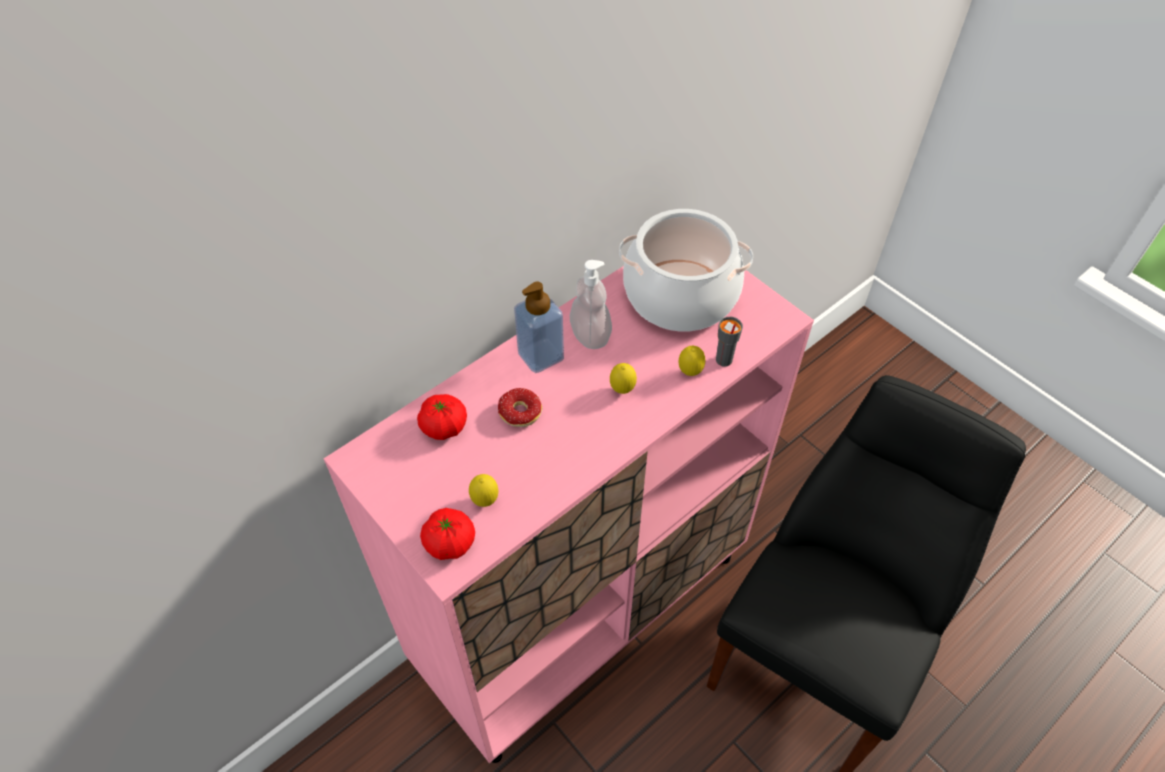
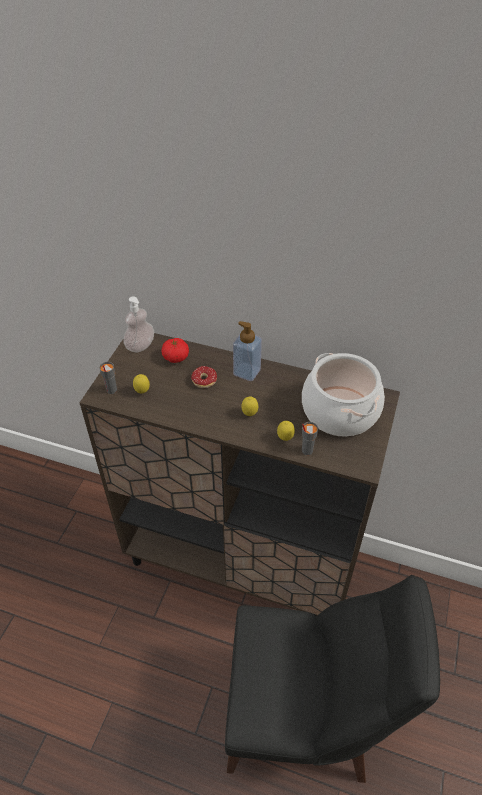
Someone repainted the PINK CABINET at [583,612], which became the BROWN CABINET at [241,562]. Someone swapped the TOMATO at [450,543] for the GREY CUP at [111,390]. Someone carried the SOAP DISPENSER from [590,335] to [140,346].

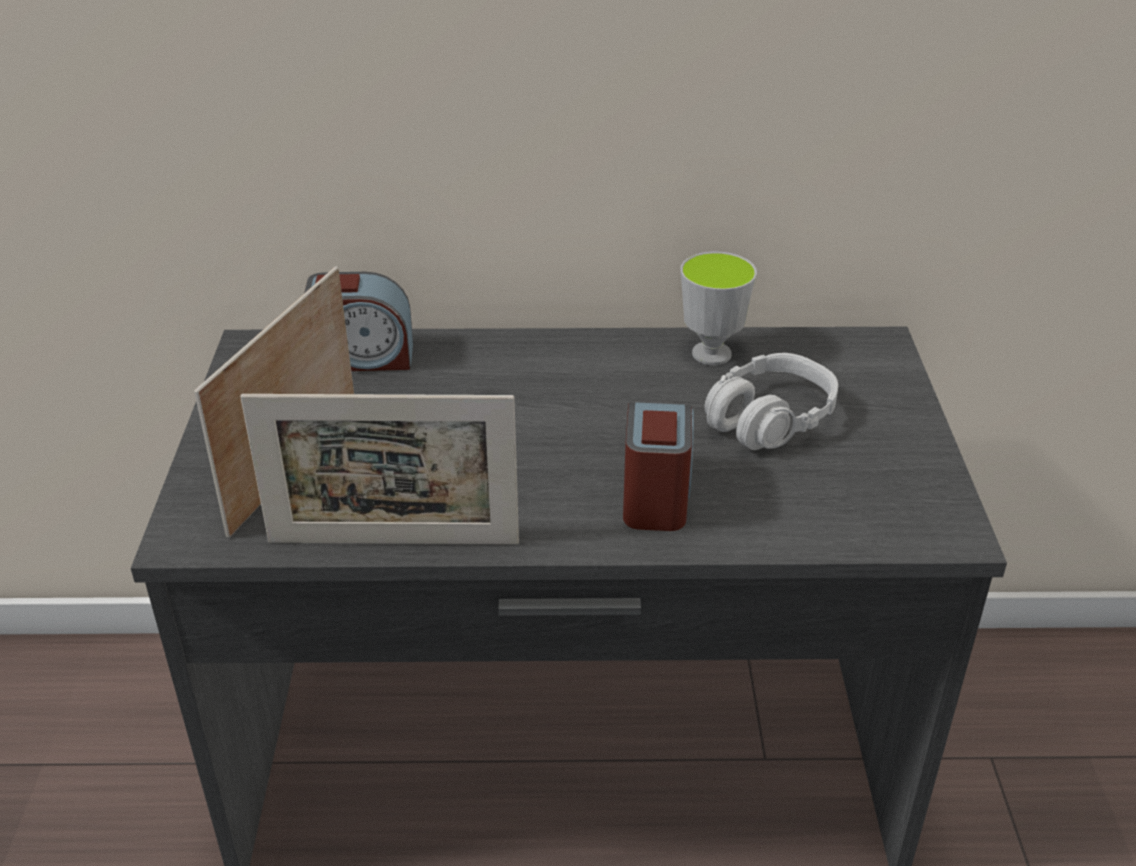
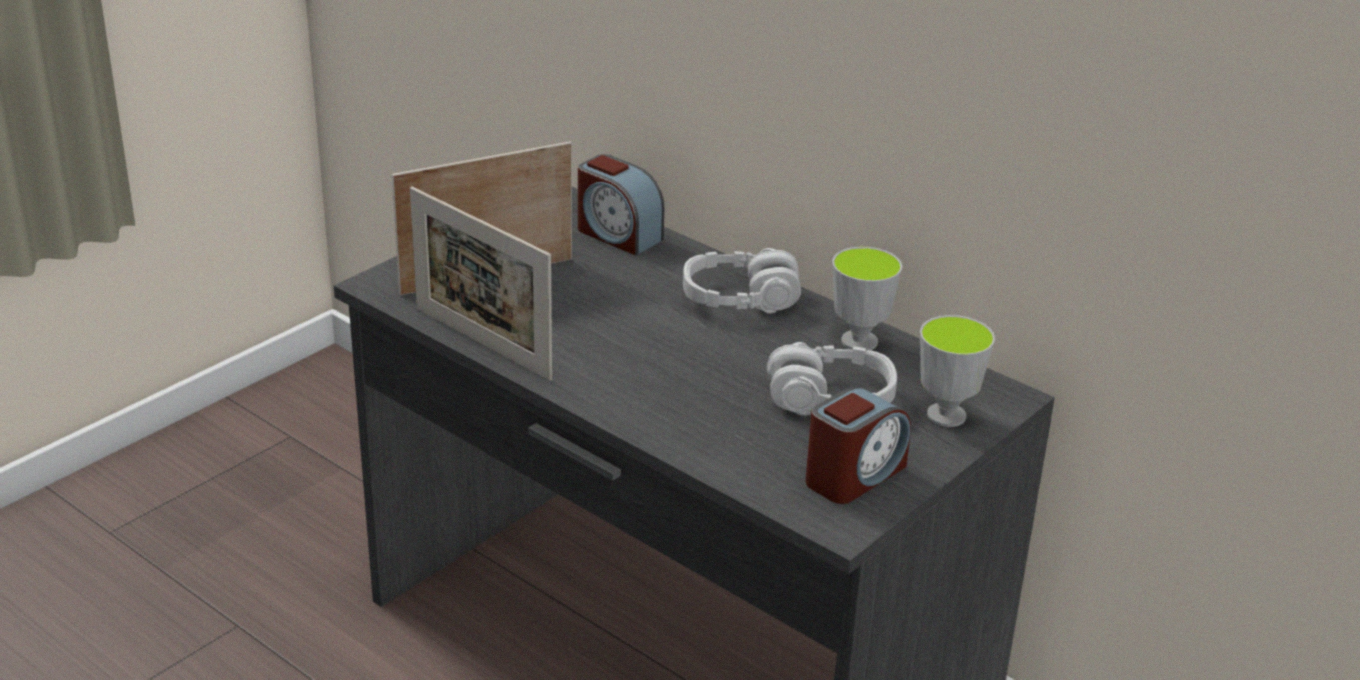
Someone carried the ALARM CLOCK from [656,494] to [854,475]. Someone put down the GREY HEADPHONES at [740,299]. Someone put down the CUP at [946,415].

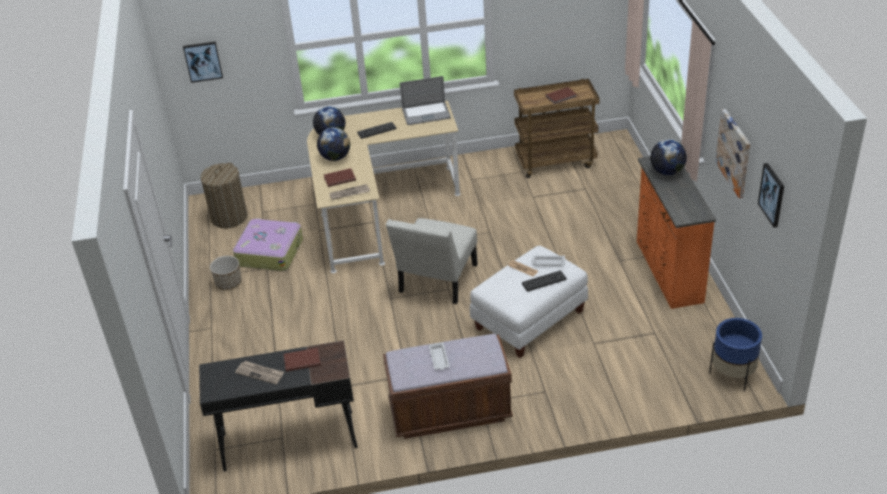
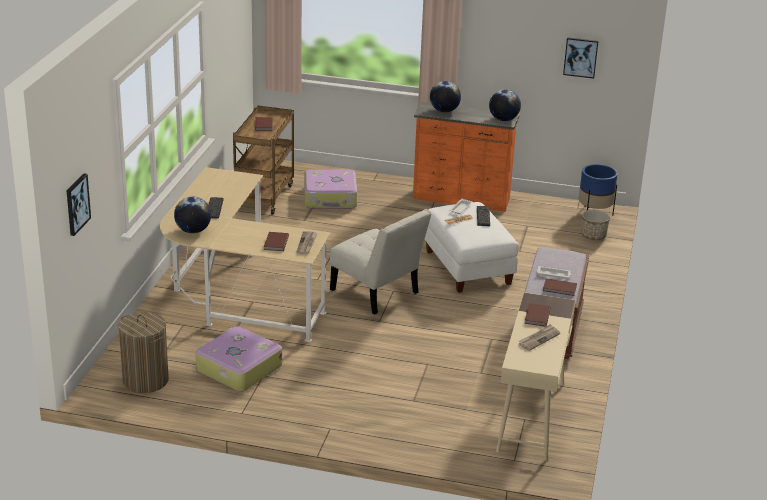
Someone repainted the BLACK DESK at [288,441], which became the BEIGE DESK at [531,417]. Someone carried the PLANTER from [228,283] to [593,236]. Someone carried the GLOBE from [335,157] to [503,119]. Someone took away the LAPTOP at [426,113]. Someone took away the PICTURE at [734,152]. Someone put down the SUITCASE at [330,198]. Someone put down the BROWN BOOK at [560,289].

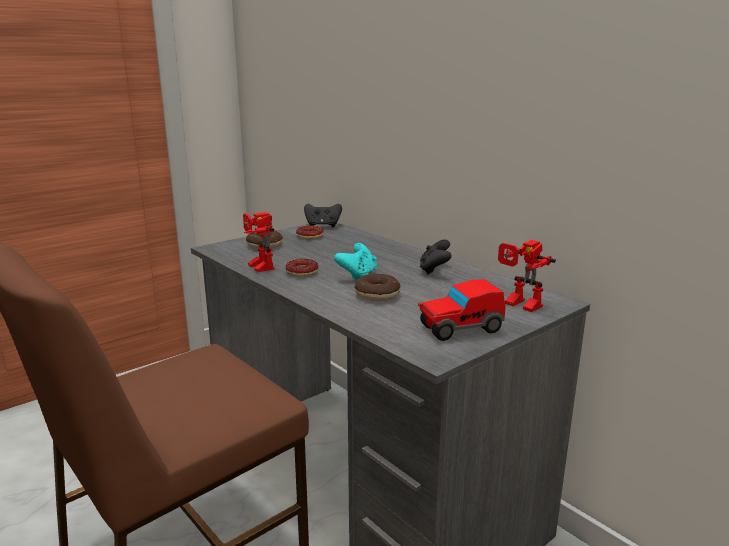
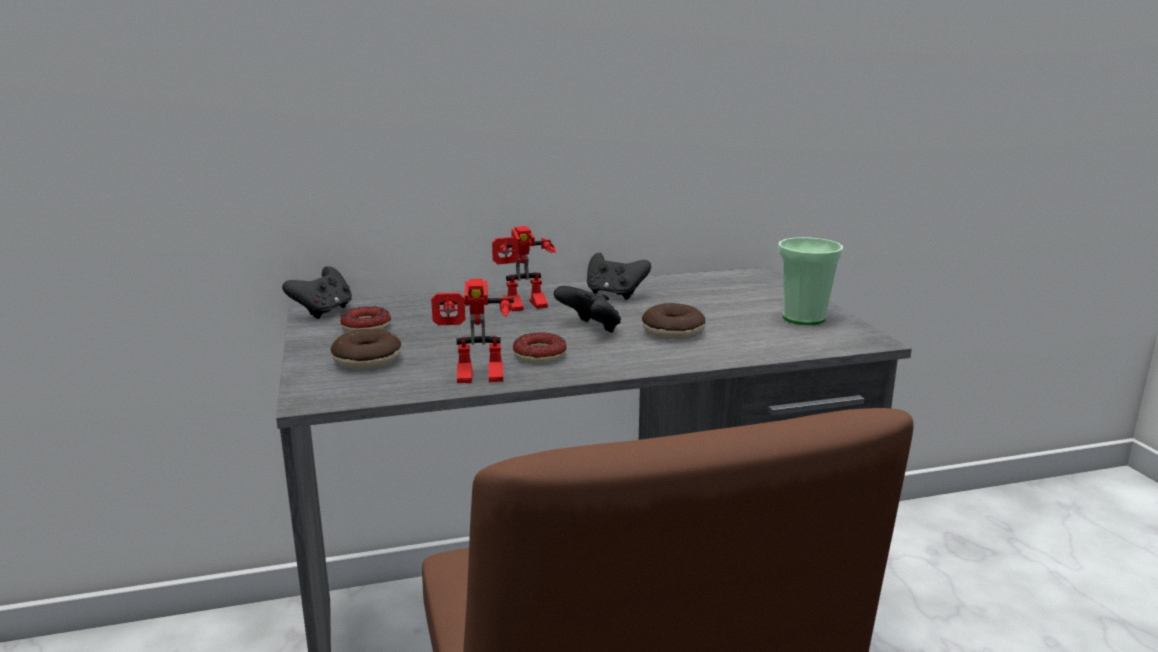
Someone repainted the TURQUOISE GAME CONTROLLER at [358,275], which became the BLACK GAME CONTROLLER at [590,329]. Someone swapped the TOY CAR at [460,329] for the CUP at [803,318]. Someone carried the TOY ROBOT from [519,305] to [525,307].

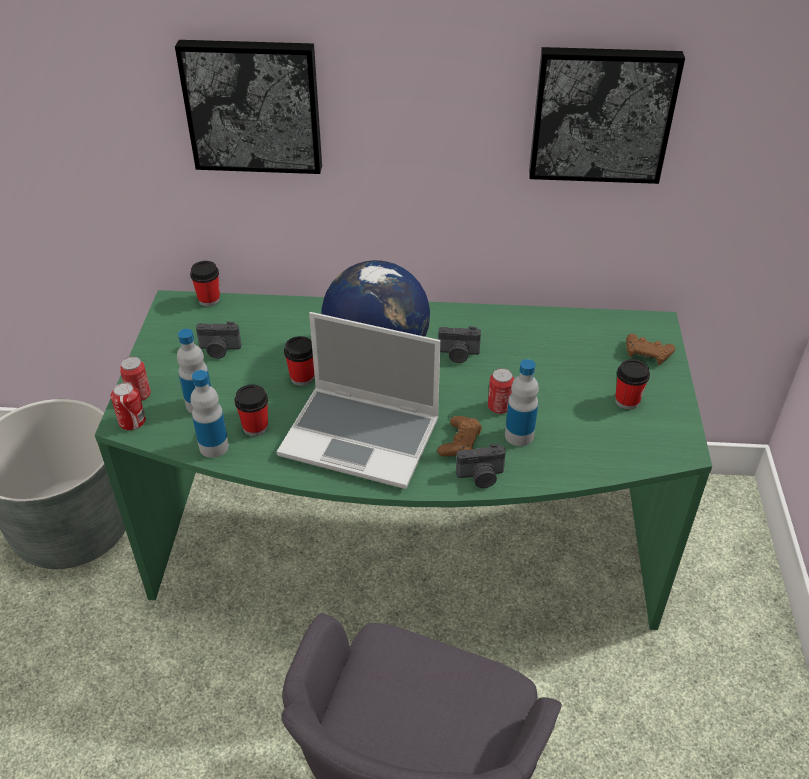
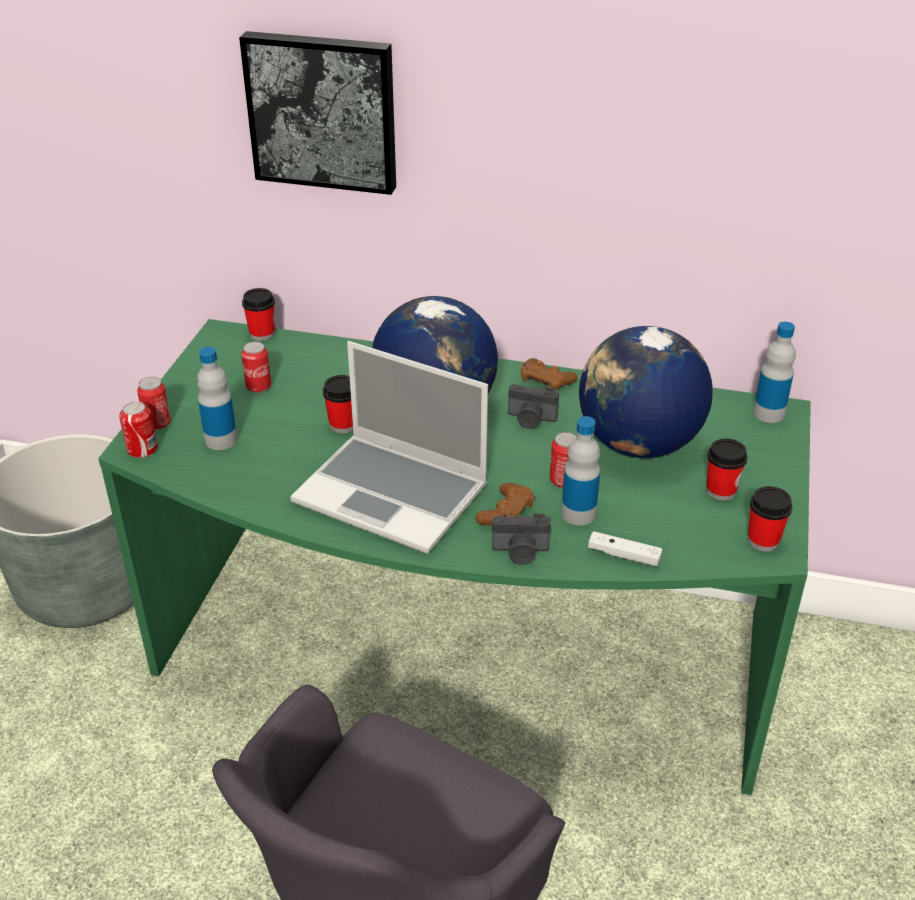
Someone carried the BOTTLE from [214,447] to [768,413]. Someone swapped the PHOTO CAMERA at [219,350] for the CAN at [258,387]. Someone carried the CUP from [255,427] to [763,541]. Someone took away the PICTURE at [601,114]. Someone carried the BROWN GAME CONTROLLER from [647,353] to [546,380]. Someone put down the GLOBE at [638,444]. Someone put down the WHITE GAME CONTROLLER at [624,555].

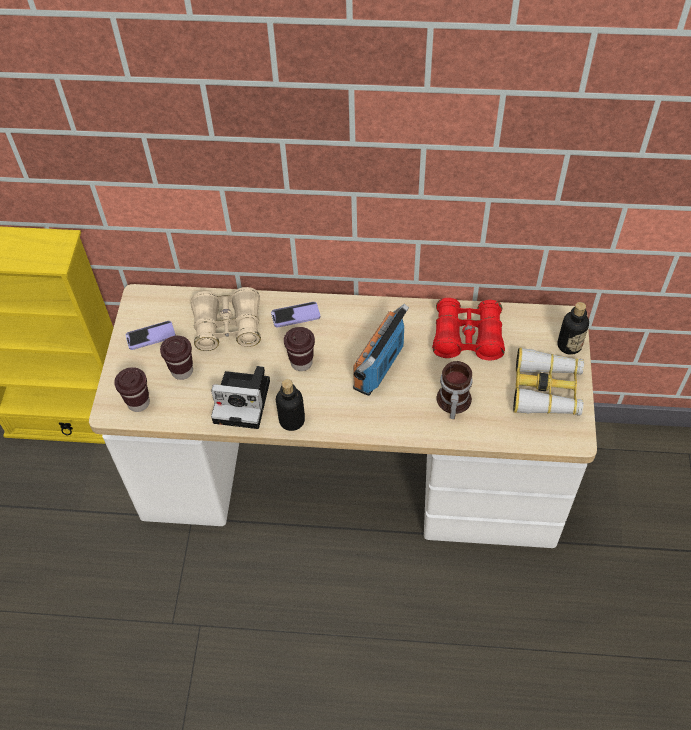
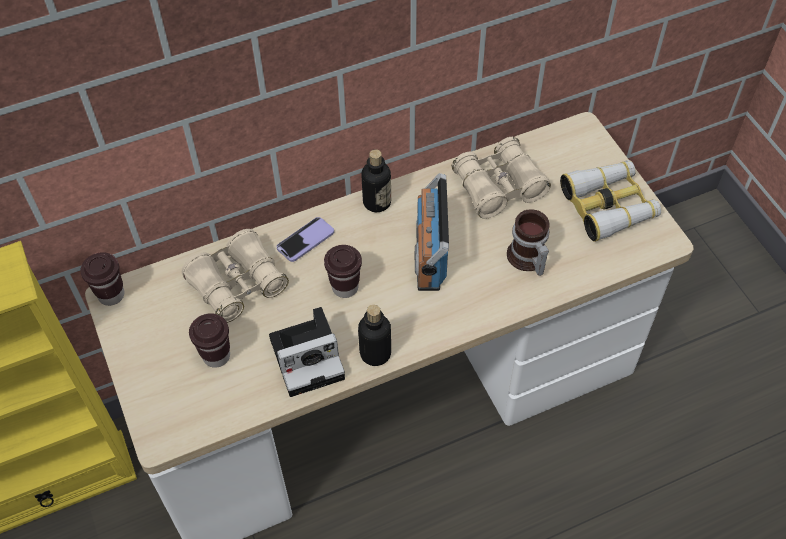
Someone carried the BROWN CUP from [138,403] to [111,295]. Someone took away the PHONE at [150,336]. Someone repainted the RED BINOCULARS at [467,337], which became the BEIGE BINOCULARS at [498,187]. Someone carried the BOTTLE from [569,345] to [377,202].

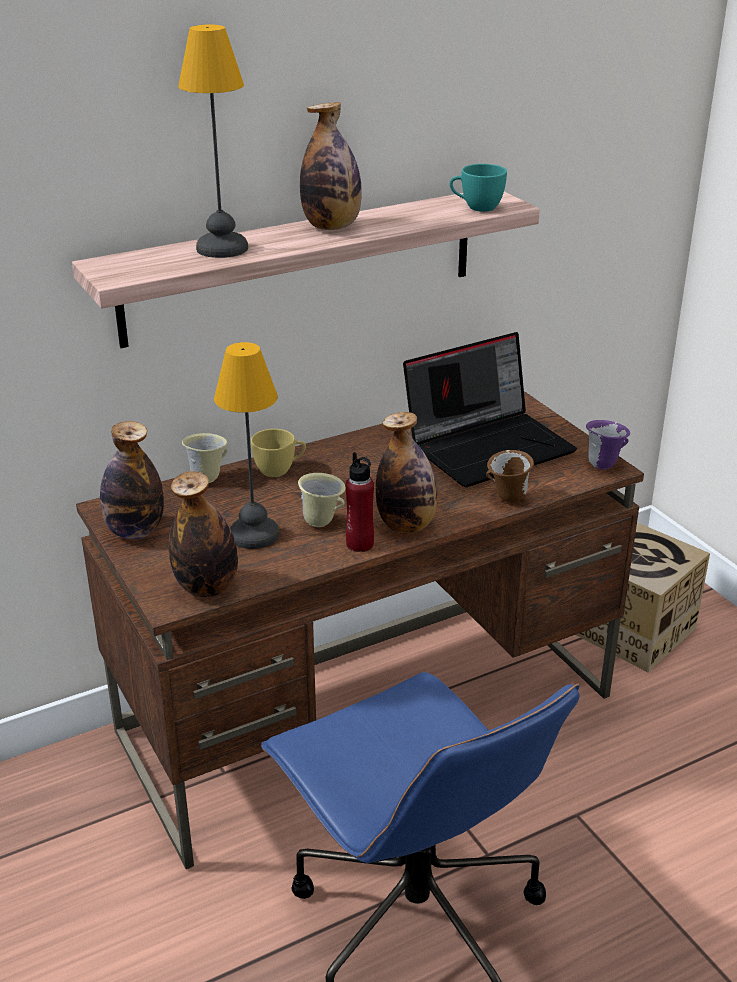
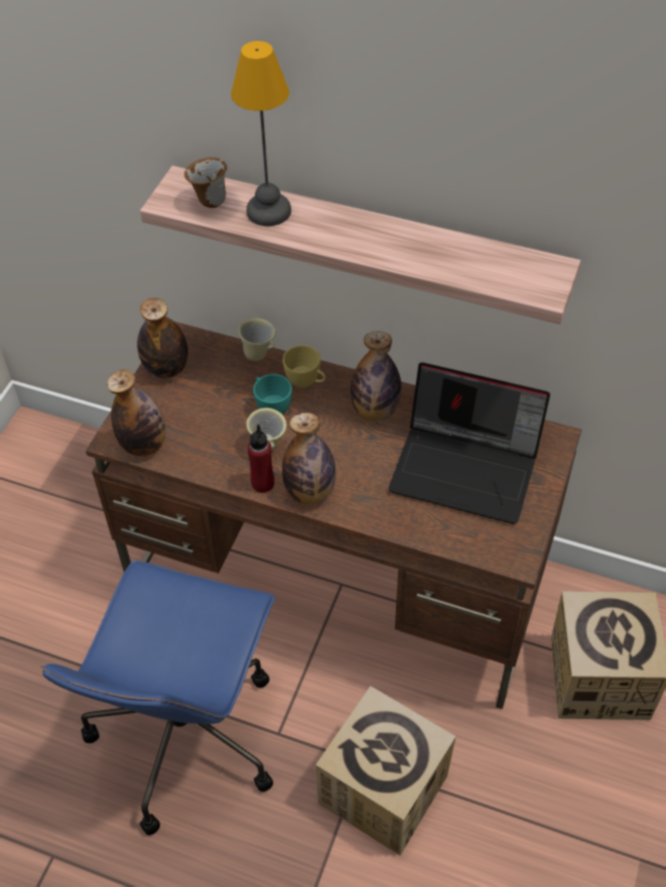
Someone took away the TABLE LAMP at [253,534]. Someone carried the BOTTLE from [332,227] to [375,411]. Someone carried the TURQUOISE CUP from [476,207] to [271,406]. Someone carried the BROWN MUG from [507,499] to [209,202]. Someone took away the PURPLE MUG at [603,464]. Someone put down the CARDBOARD BOX at [384,789].

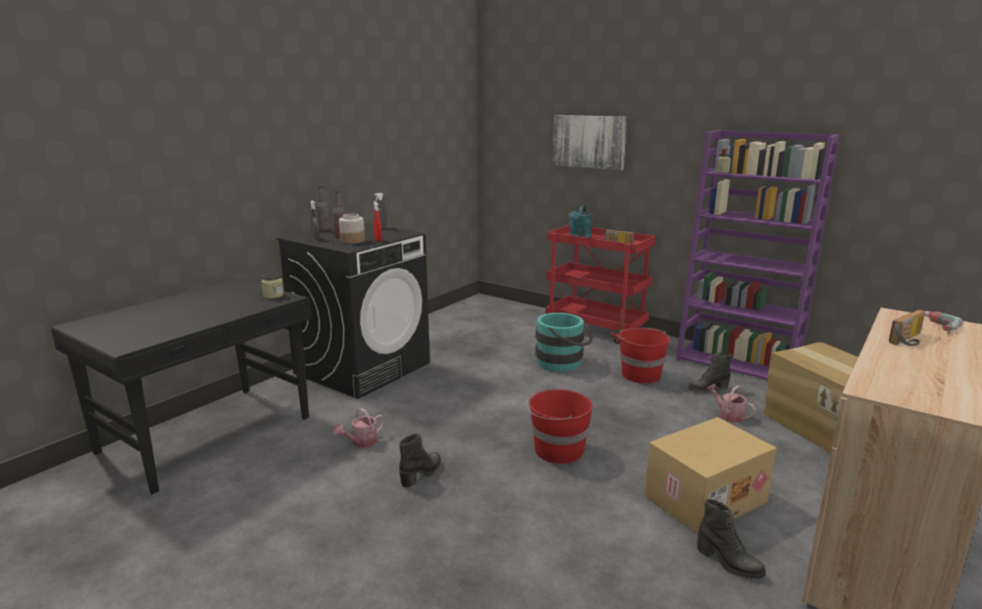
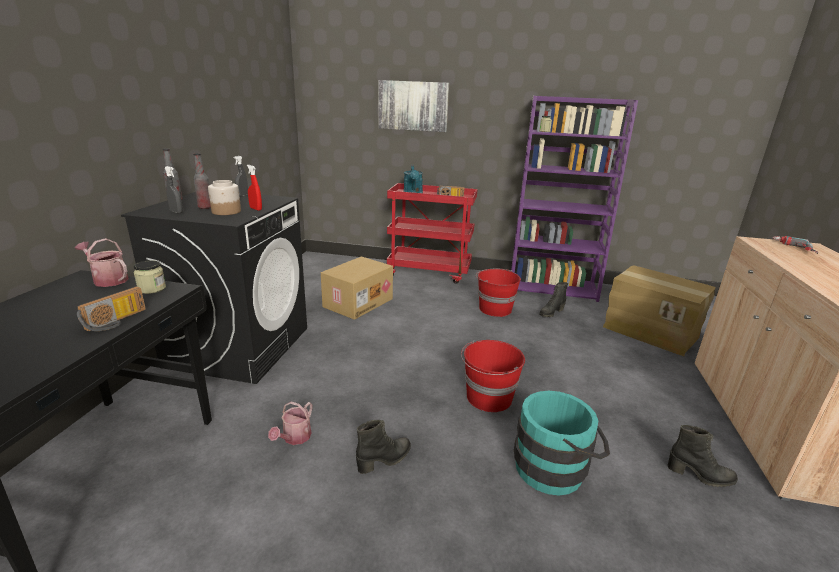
Someone rotated the BLACK BOOT at [422,474] by 45 degrees clockwise. Someone carried the TURQUOISE BUCKET from [563,363] to [555,468]. Someone carried the CARDBOARD BOX from [704,498] to [357,302]. Someone carried the WATERING CAN from [728,415] to [108,280]. Someone carried the RADIO from [909,340] to [117,321].

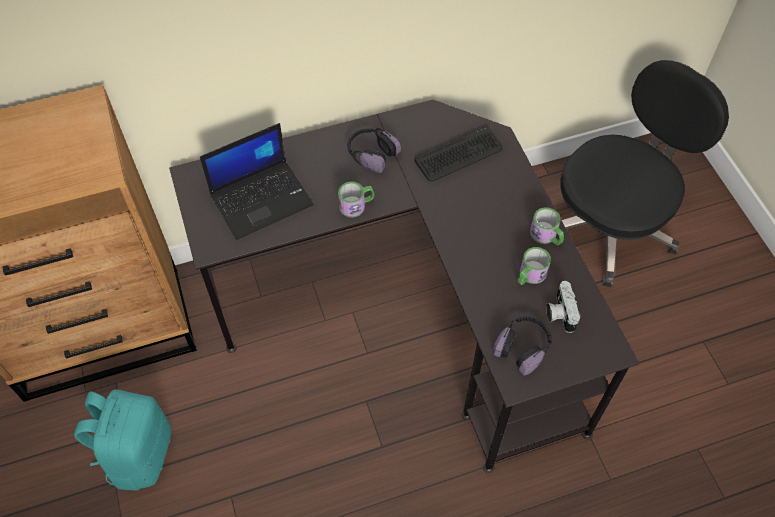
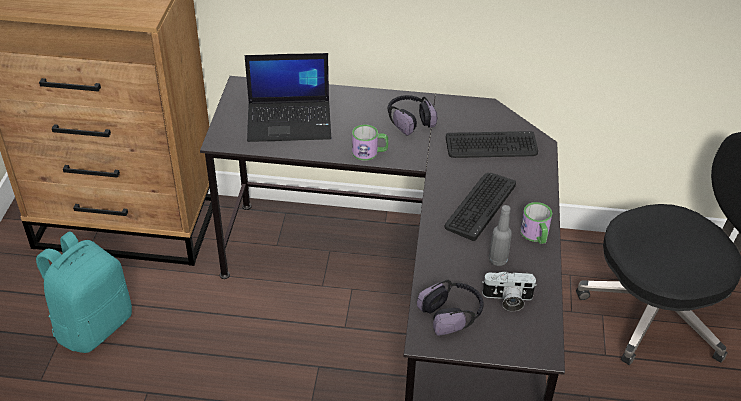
Someone swapped the MUG at [529,275] for the GREY BOTTLE at [497,260]. Someone rotated the PHOTO CAMERA at [559,313] by 105 degrees counterclockwise. Someone put down the KEYBOARD at [480,206].

